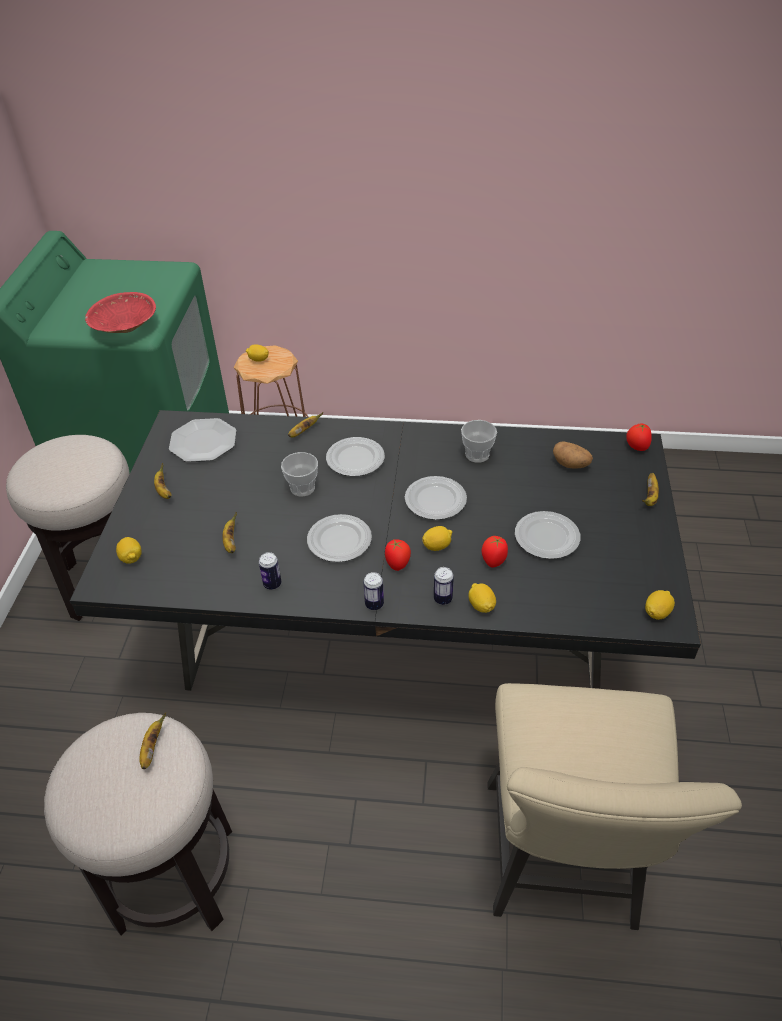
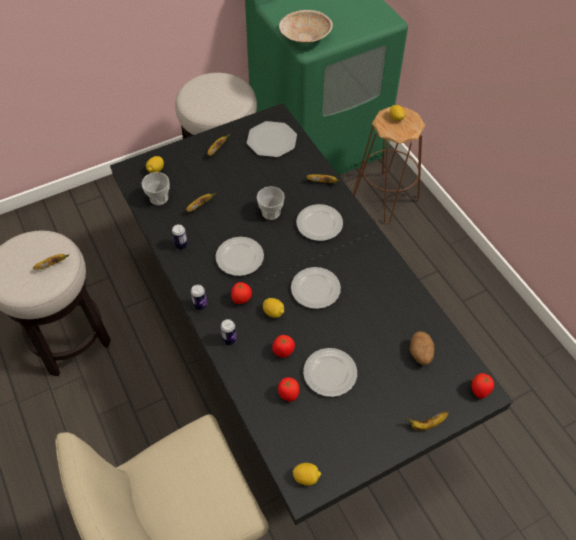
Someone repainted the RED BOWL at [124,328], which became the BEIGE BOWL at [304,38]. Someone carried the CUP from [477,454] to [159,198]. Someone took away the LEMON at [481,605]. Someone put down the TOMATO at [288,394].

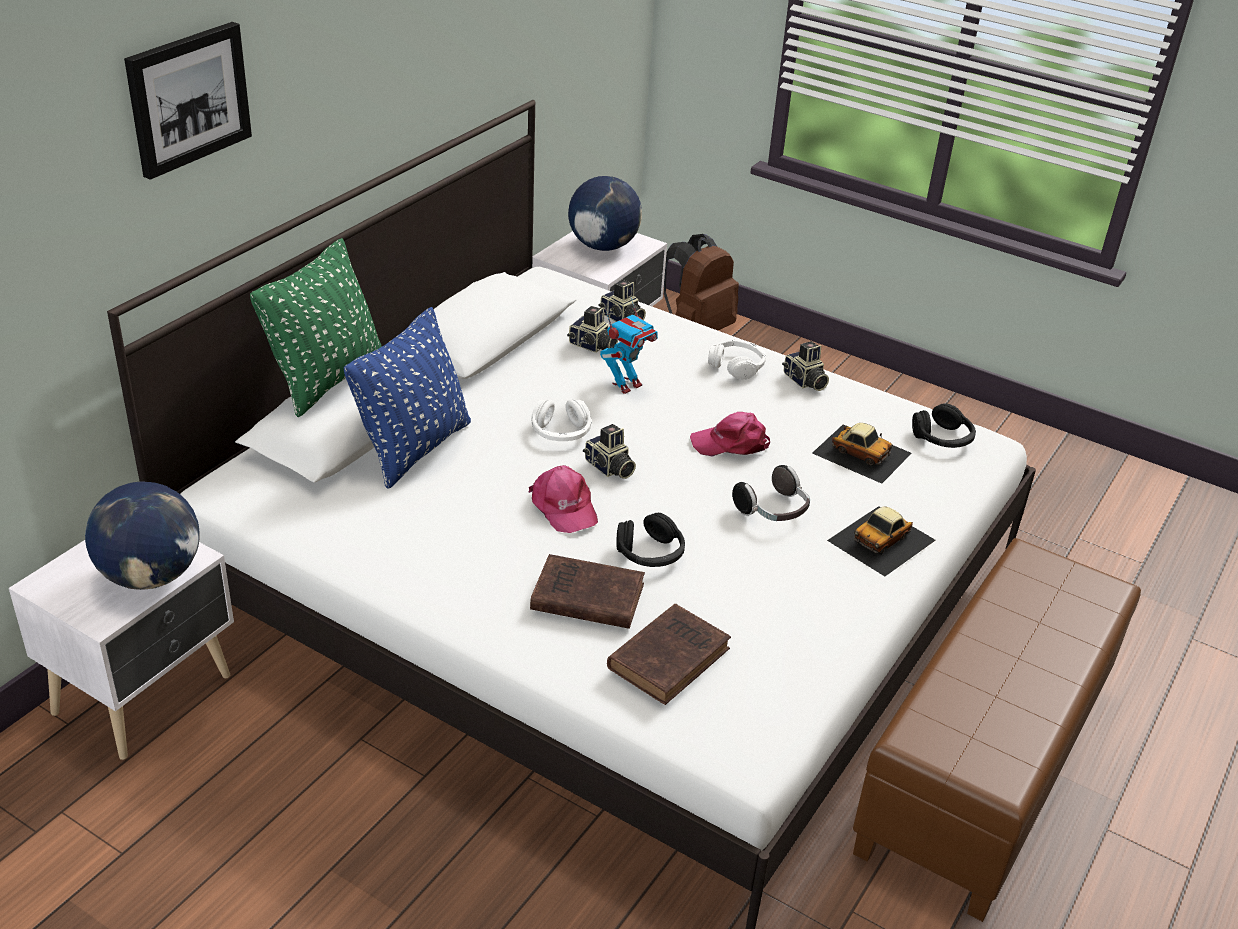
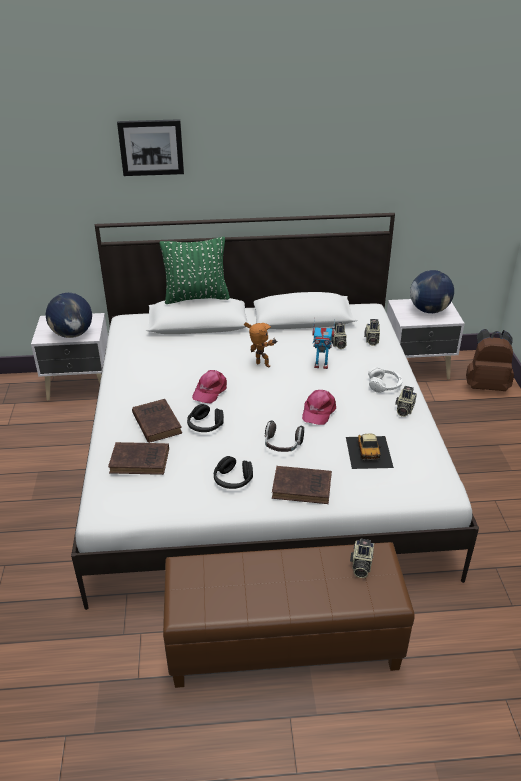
Someone took away the BLUE PILLOW at [414,449]. Someone swapped the WHITE HEADPHONES at [561,432] for the TOY ROBOT at [262,366]. Someone carried the PHOTO CAMERA from [609,468] to [361,565]. Someone rotated the PINK CAP at [731,443] by 120 degrees counterclockwise. Someone swapped the TOY CAR at [882,540] for the BROWN BOOK at [303,488]. Someone carried the BLACK HEADPHONES from [942,438] to [233,480].

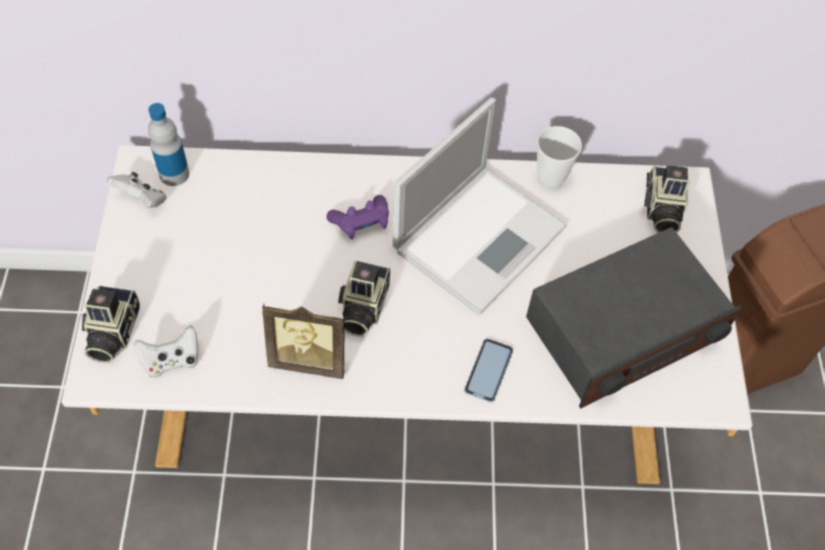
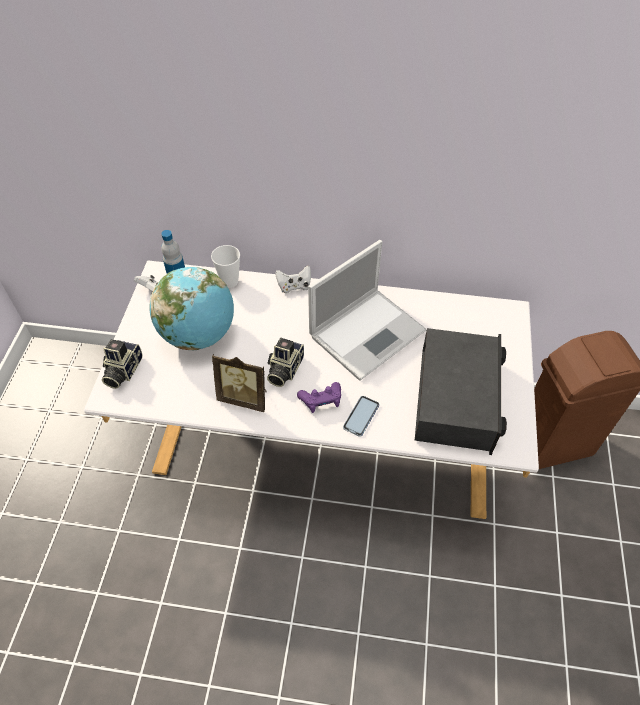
Someone carried the WHITE GAME CONTROLLER from [171,360] to [294,286]. Someone carried the PURPLE GAME CONTROLLER from [361,223] to [321,401]. Someone rotated the RADIO at [624,330] by 60 degrees counterclockwise. Someone carried the CUP from [550,180] to [229,281]. Someone took away the PHOTO CAMERA at [660,210]. Someone put down the GLOBE at [199,334].

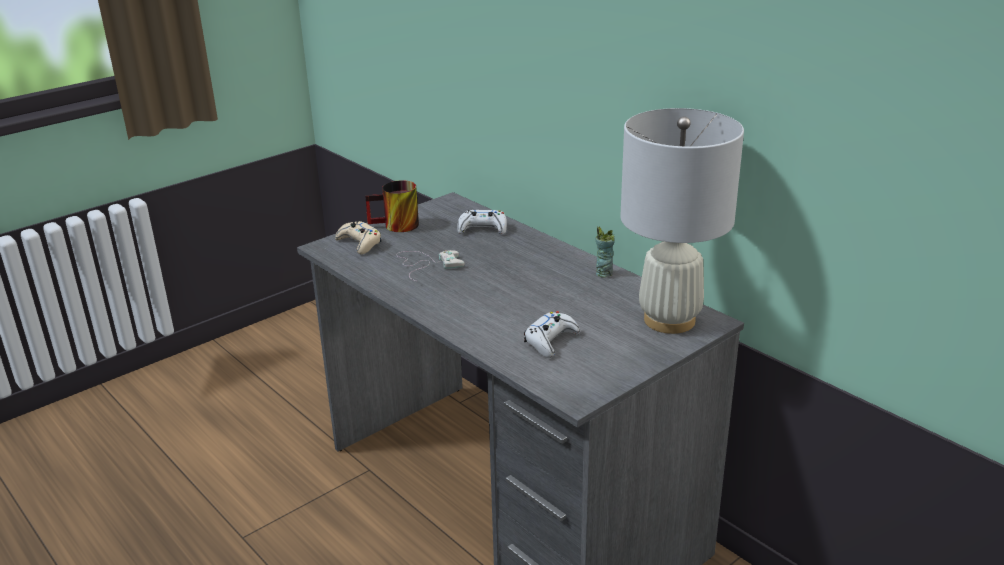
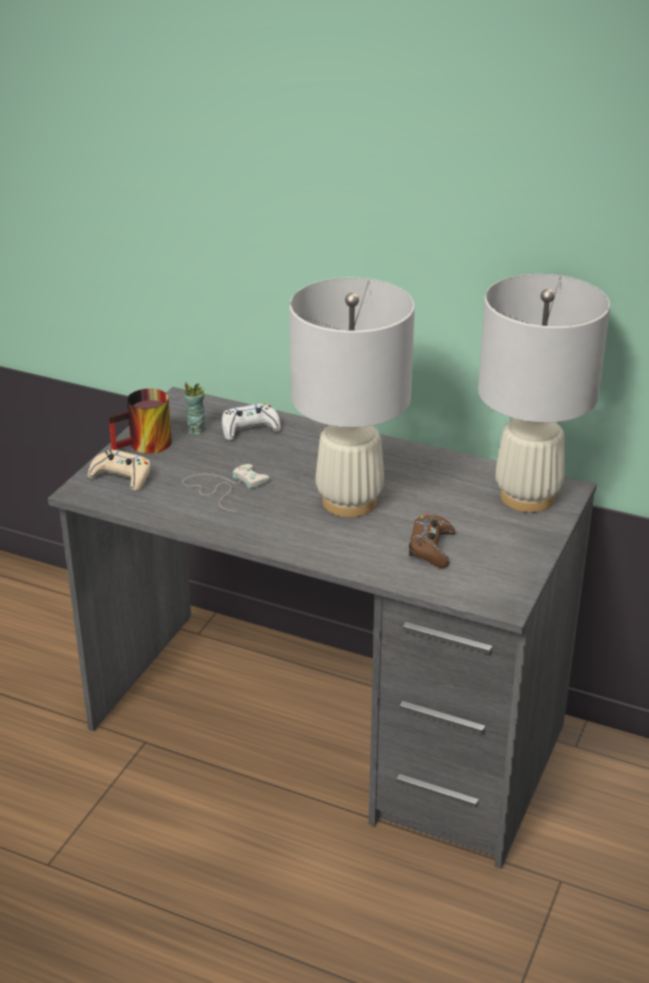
Someone repainted the WHITE GAME CONTROLLER at [551,341], which became the BROWN GAME CONTROLLER at [431,548]. Someone carried the CUP from [603,273] to [196,430]. Someone put down the WHITE TABLE LAMP at [350,501].

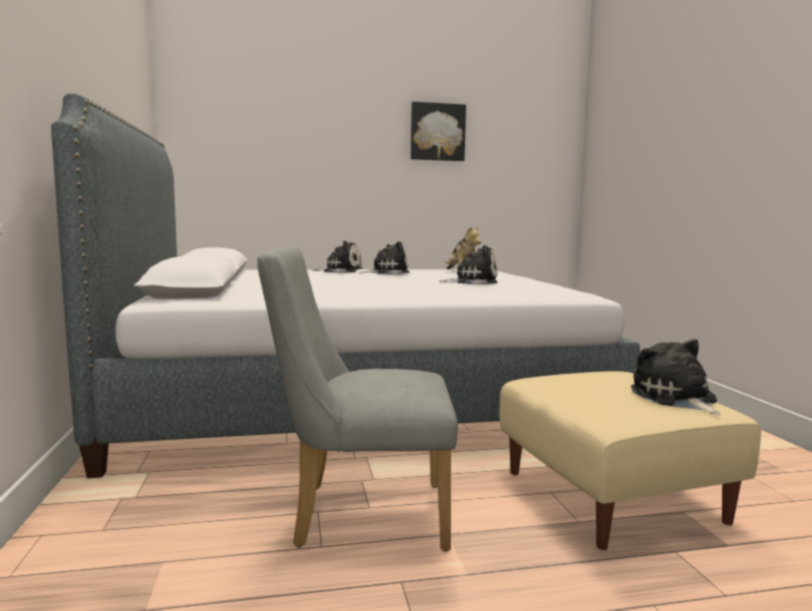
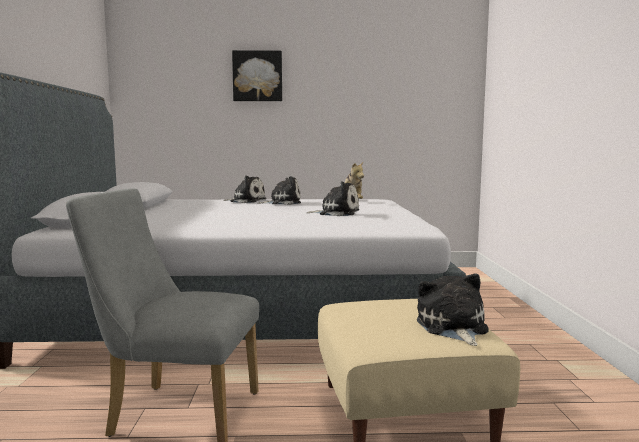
Someone carried the PICTURE from [437,132] to [257,76].

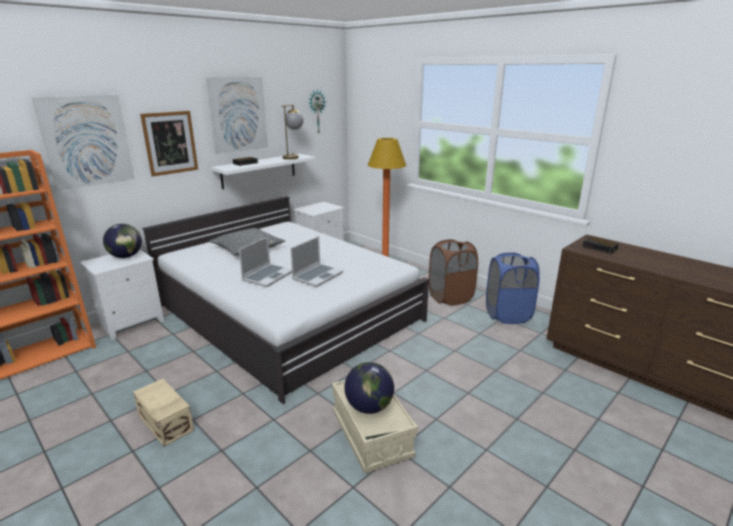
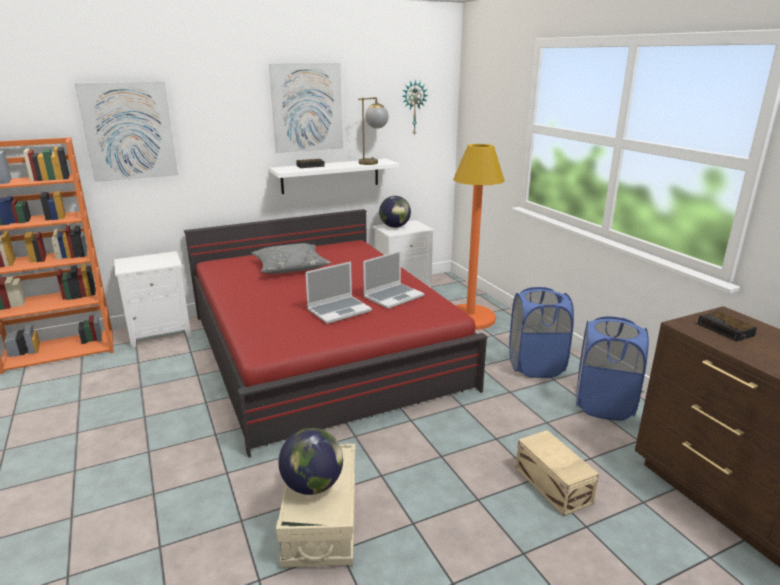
Someone carried the GLOBE from [126,256] to [395,227]. Someone carried the BEIGE STORAGE BOX from [165,423] to [552,486]. Someone took away the PICTURE at [170,143]. Someone repainted the WHITE BED at [287,312], which became the RED BED at [322,349]. Someone carried the LAPTOP from [268,276] to [393,296]. Someone repainted the BROWN LAUNDRY BASKET at [450,297], which became the BLUE LAUNDRY BASKET at [536,366].

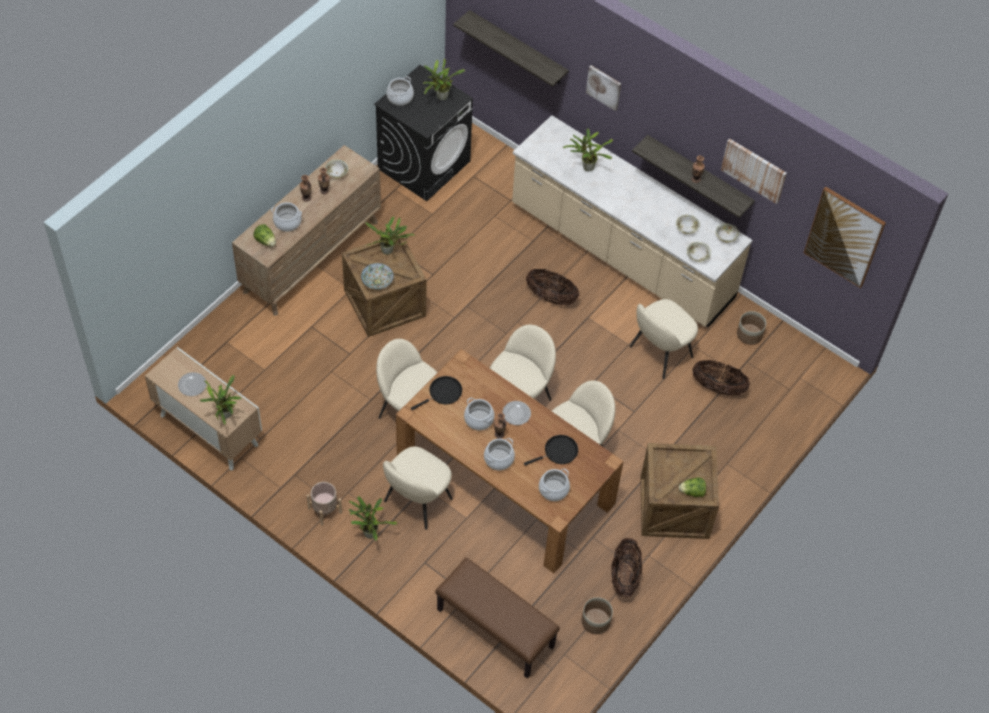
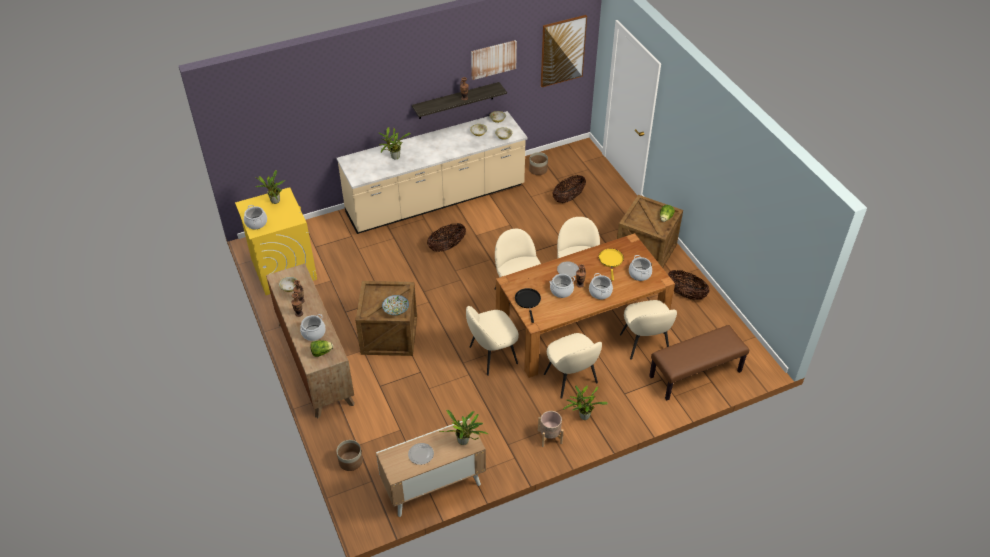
Someone took away the POTTED PLANT at [389,251]. Someone repainted the BLACK WASHING MACHINE at [424,164], which became the YELLOW WASHING MACHINE at [283,268]. Someone took away the SHELF at [518,48]. Someone repainted the BLACK FRYING PAN at [558,452], which became the YELLOW FRYING PAN at [611,261]. Someone carried the PLANTER from [595,621] to [350,461]. Someone took away the PICTURE at [604,87]. Someone carried the BEIGE CHAIR from [659,353] to [645,344].

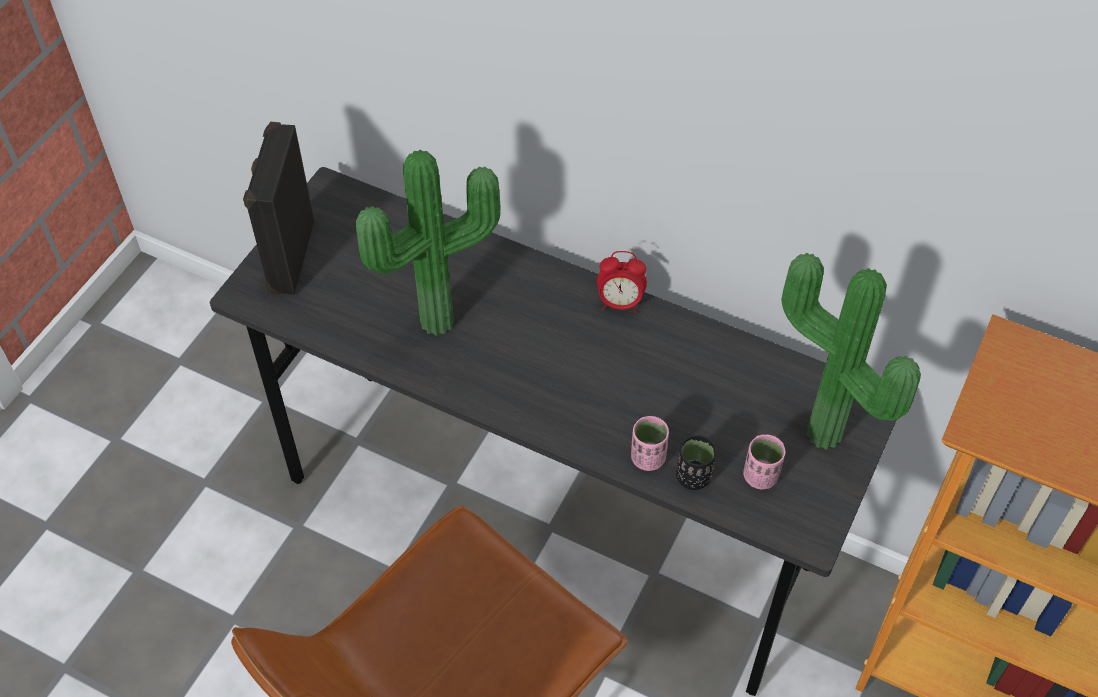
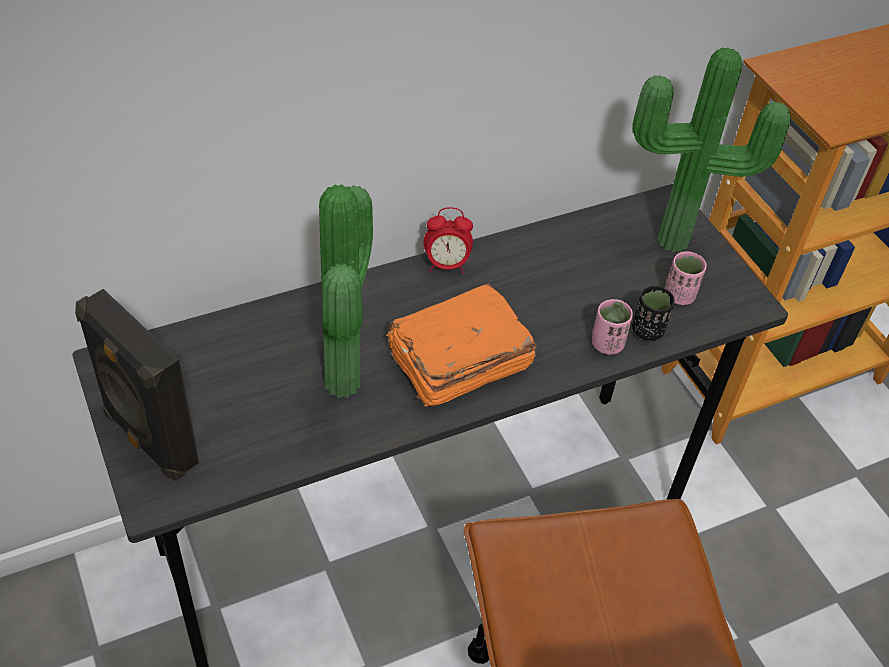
Someone rotated the ALARM CLOCK at [620,303] by 45 degrees clockwise. Someone put down the ORANGE BOOK at [457,362].

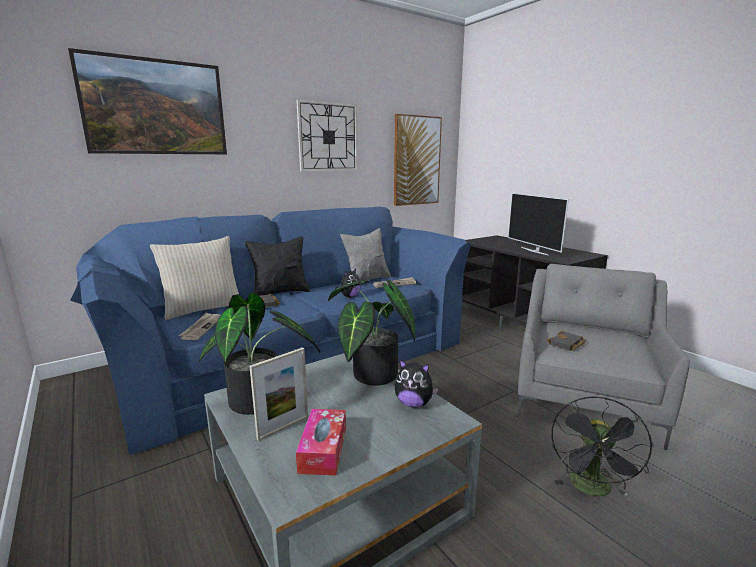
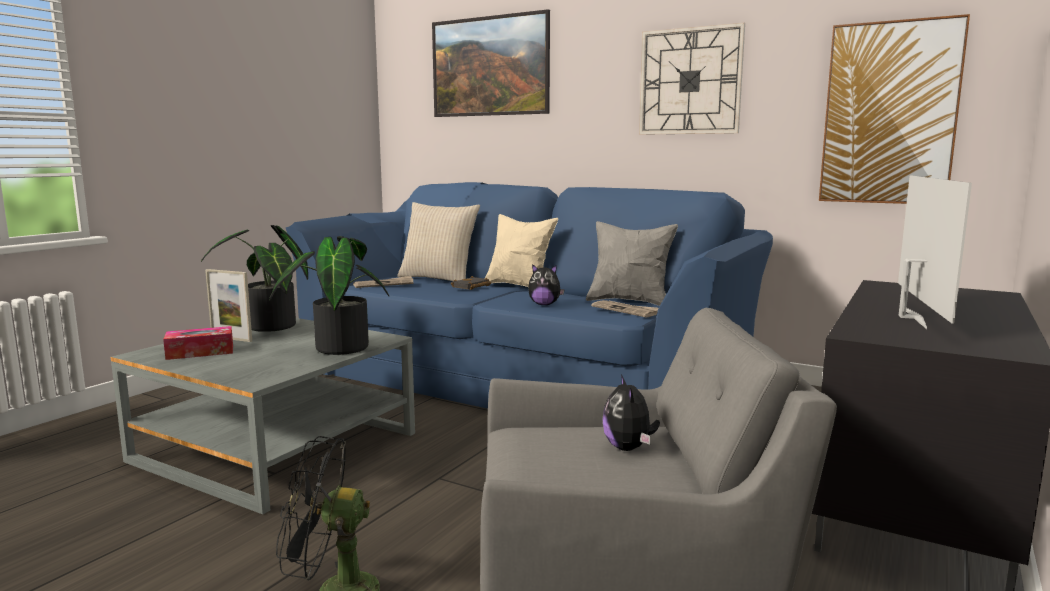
Someone repainted the BLACK PILLOW at [280,293], which became the BEIGE PILLOW at [519,286]. Someone carried the PLUSH TOY from [414,403] to [629,448]. Someone rotated the TELEVISION at [534,251] by 150 degrees clockwise. Someone took away the BLACK BOOK at [567,344].

